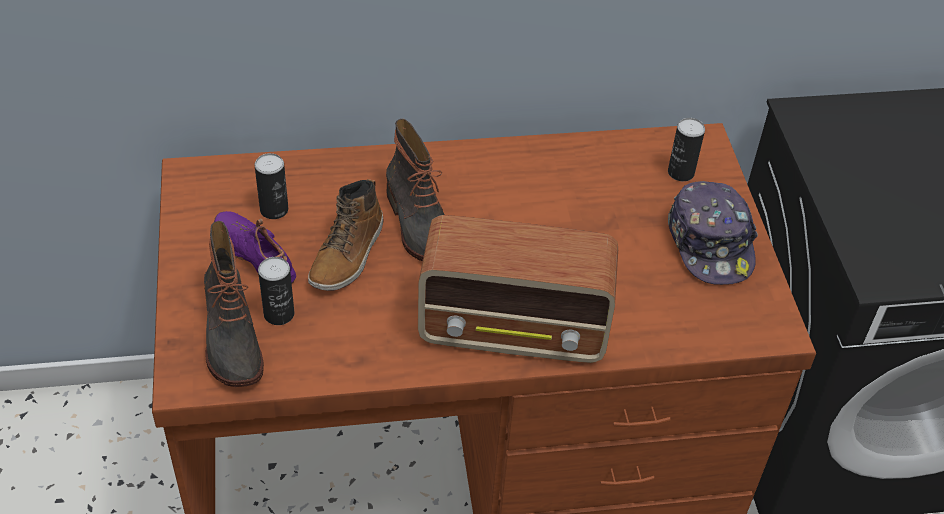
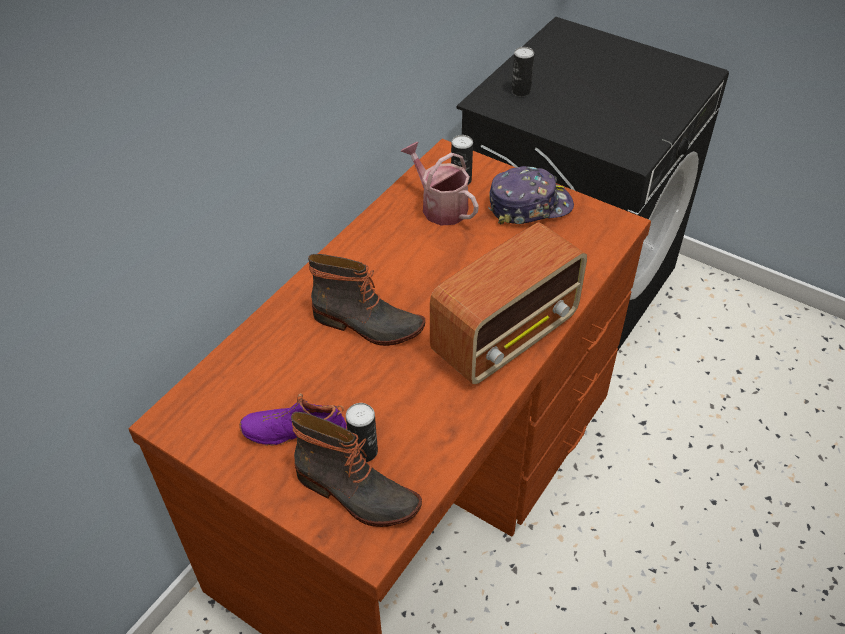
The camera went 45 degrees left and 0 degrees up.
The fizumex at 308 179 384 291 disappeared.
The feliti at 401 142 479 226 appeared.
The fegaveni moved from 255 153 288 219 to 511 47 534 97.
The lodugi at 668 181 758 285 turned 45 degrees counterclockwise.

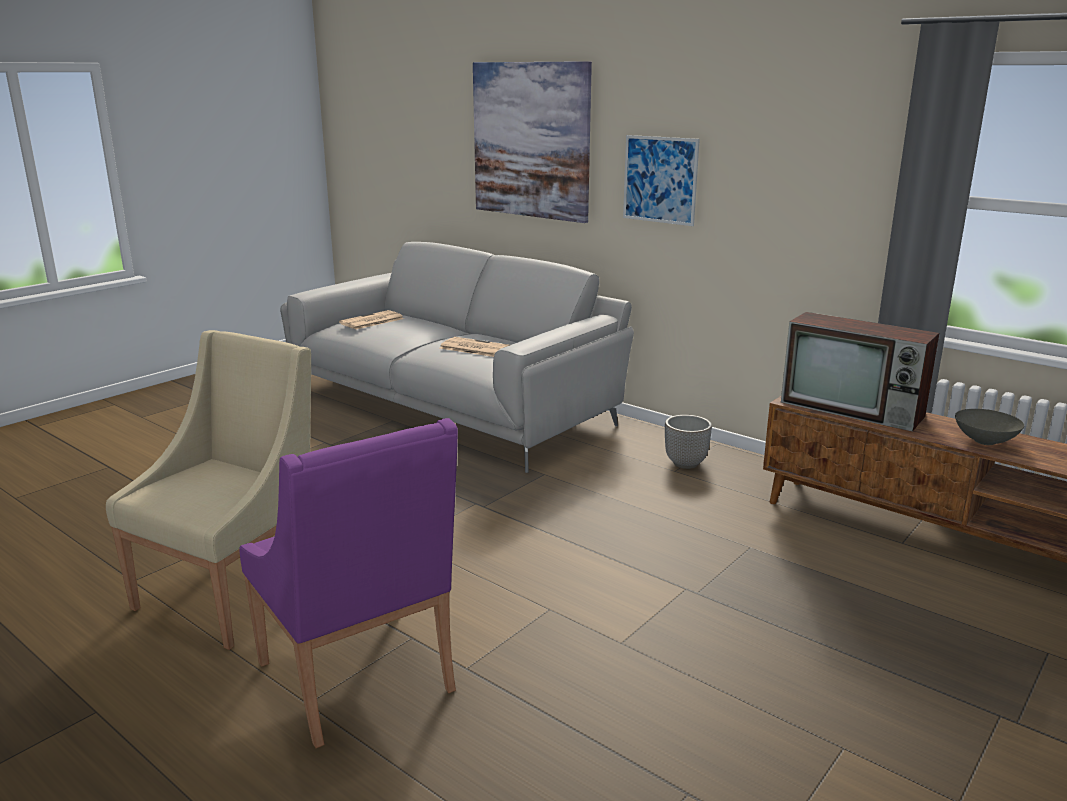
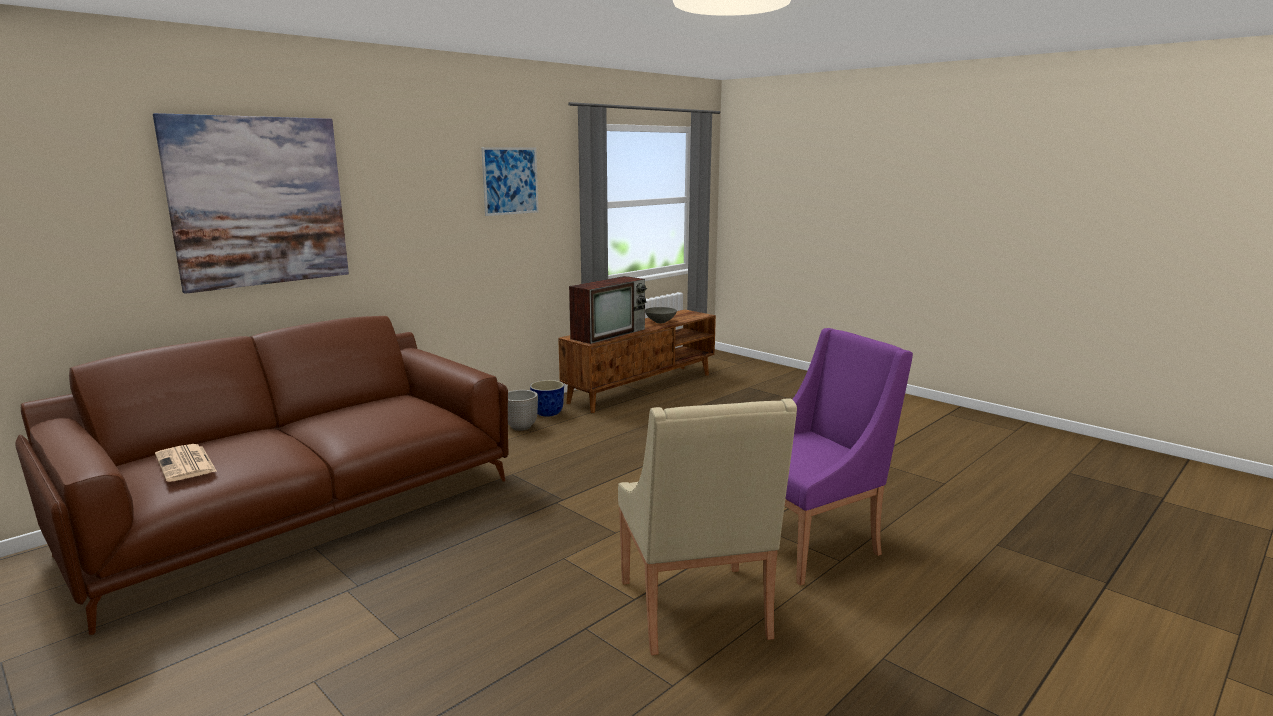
The camera went 85 degrees left and 5 degrees down.
The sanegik at 440 337 510 357 disappeared.
The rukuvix at 530 380 564 417 appeared.
The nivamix moved from 623 135 700 226 to 481 147 539 216.
The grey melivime at 280 242 634 473 became the brown melivime at 16 316 509 635.
The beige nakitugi at 106 330 311 650 turned 135 degrees counterclockwise.

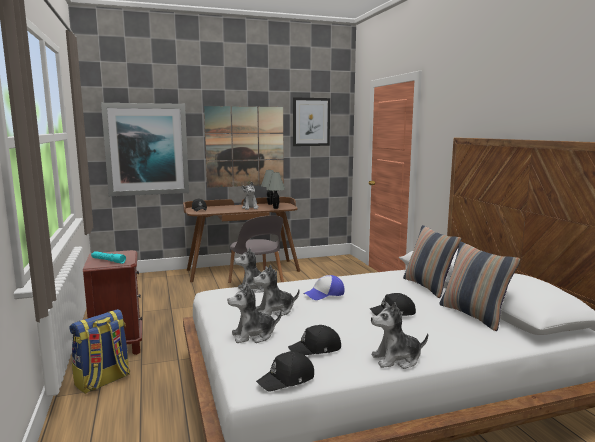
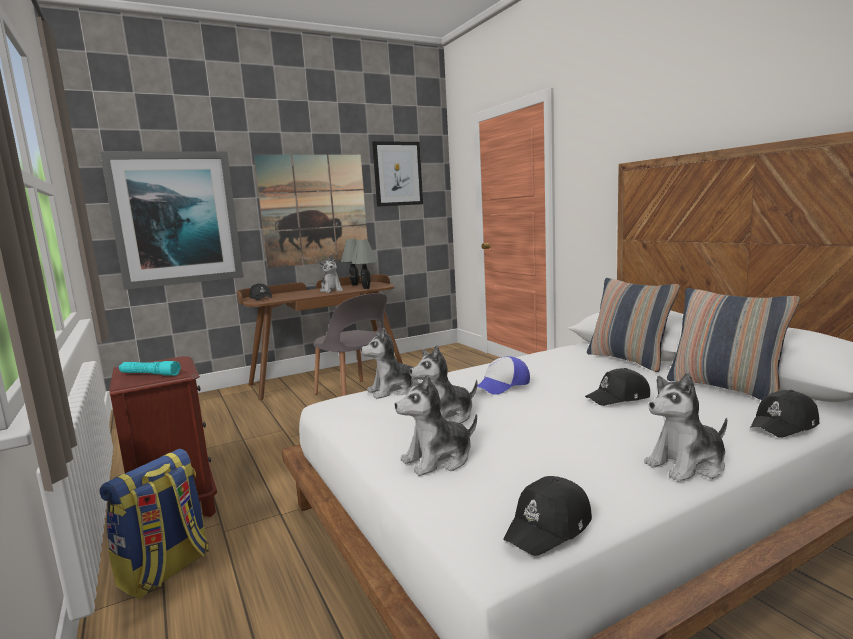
The camera went 10 degrees left and 0 degrees up.
The black lodugi moved from 288 325 341 355 to 750 390 819 438.

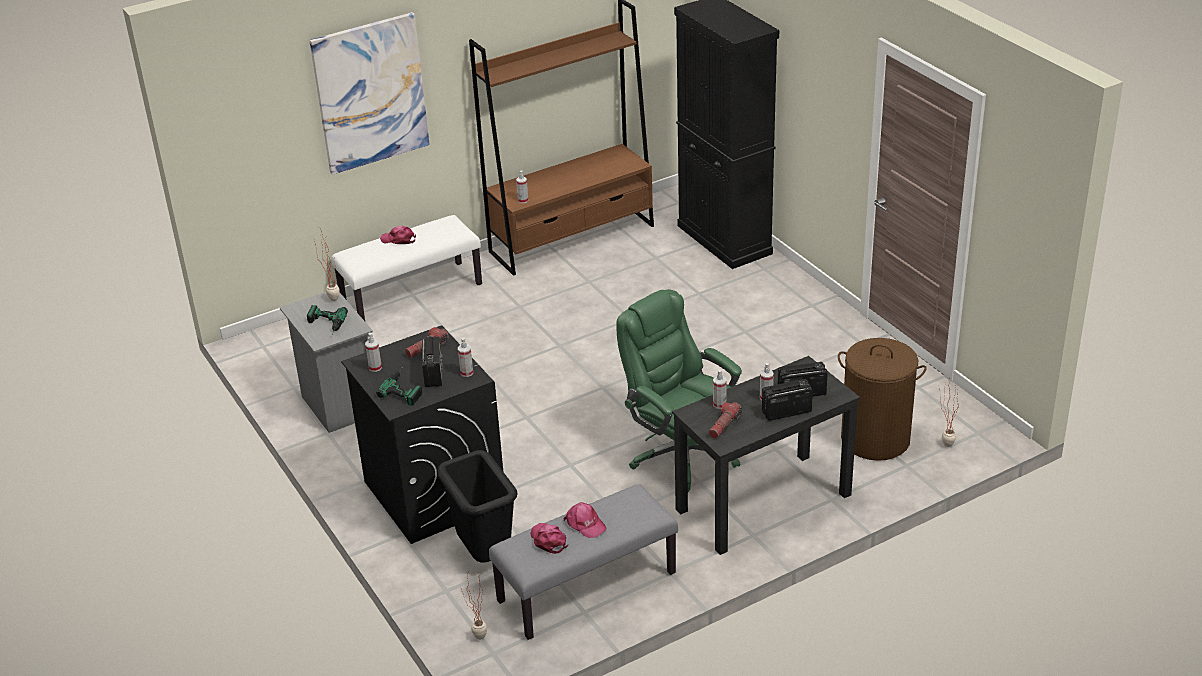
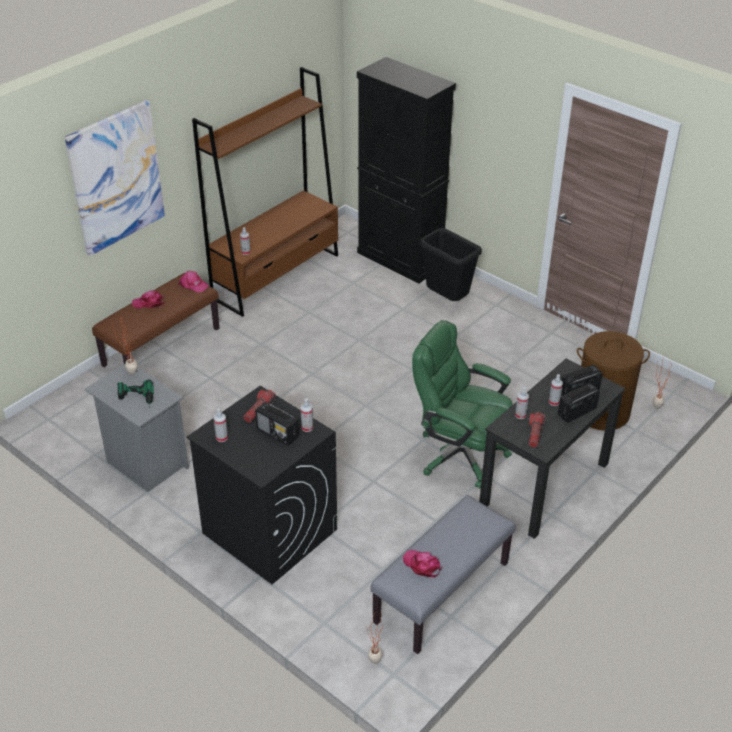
The camera went 20 degrees left and 5 degrees up.
The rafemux at 376 367 422 406 disappeared.
The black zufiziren moved from 437 450 518 563 to 420 228 482 301.
The pink lodugi moved from 563 502 607 538 to 178 271 209 293.
The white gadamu at 331 215 482 321 became the brown gadamu at 92 273 220 367.
The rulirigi at 422 336 443 387 turned 150 degrees clockwise.

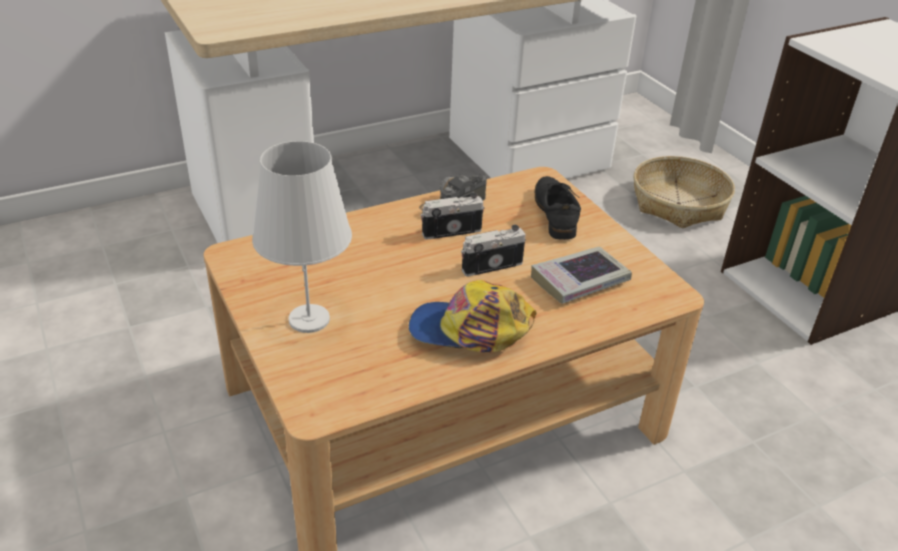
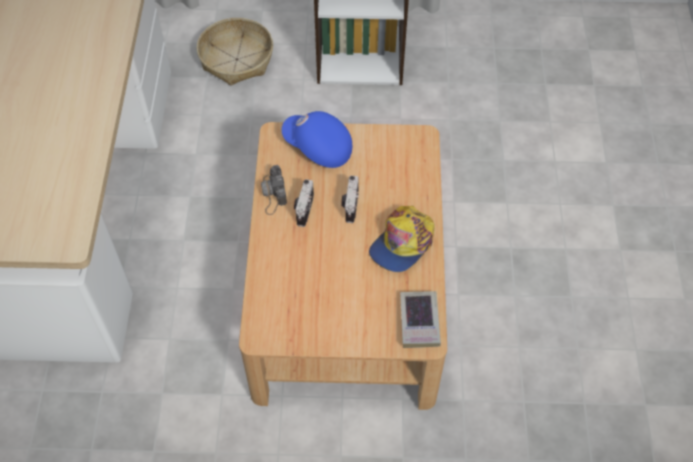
The camera went 60 degrees left and 20 degrees up.
The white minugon at 252 141 352 333 disappeared.
The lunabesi moved from 531 247 632 304 to 400 291 441 348.
The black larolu at 535 176 581 240 was replaced by the blue lodugi at 282 111 352 168.

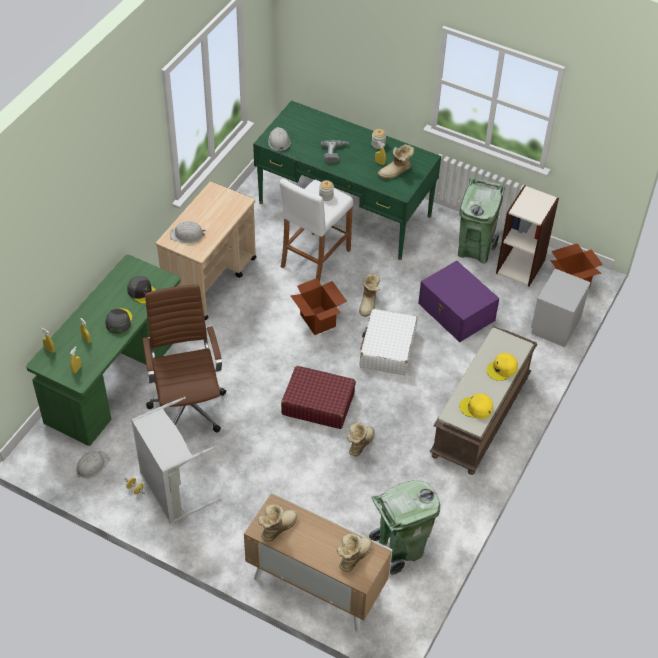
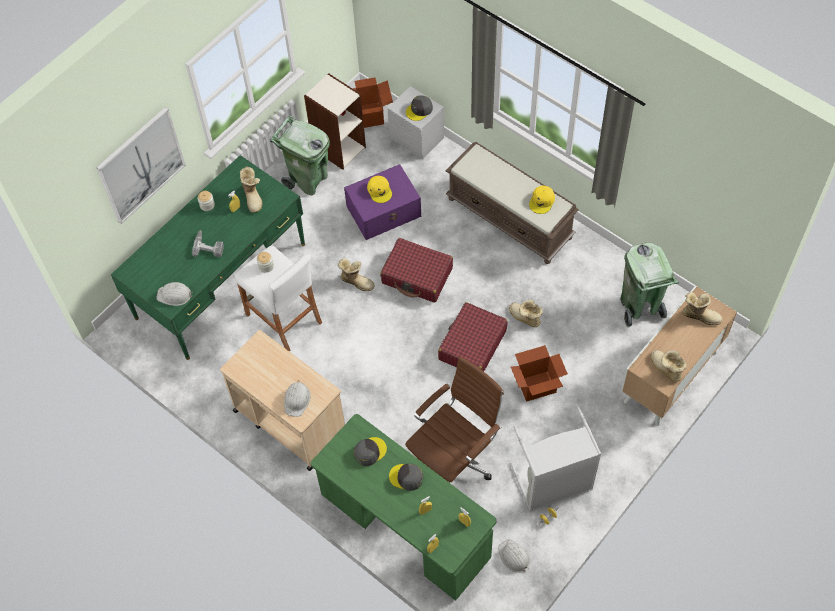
The camera went 75 degrees left and 10 degrees up.
The nivamix at 96 107 186 224 appeared.
The grey lodugi at 406 95 433 121 appeared.
The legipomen moved from 290 278 347 335 to 511 345 568 402.
The yellow lodugi moved from 486 353 518 381 to 367 176 392 203.
The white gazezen at 360 309 417 375 became the red gazezen at 380 238 453 303.
The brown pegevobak at 143 285 226 432 turned 135 degrees clockwise.
The fizumex at 337 534 373 572 turned 150 degrees clockwise.

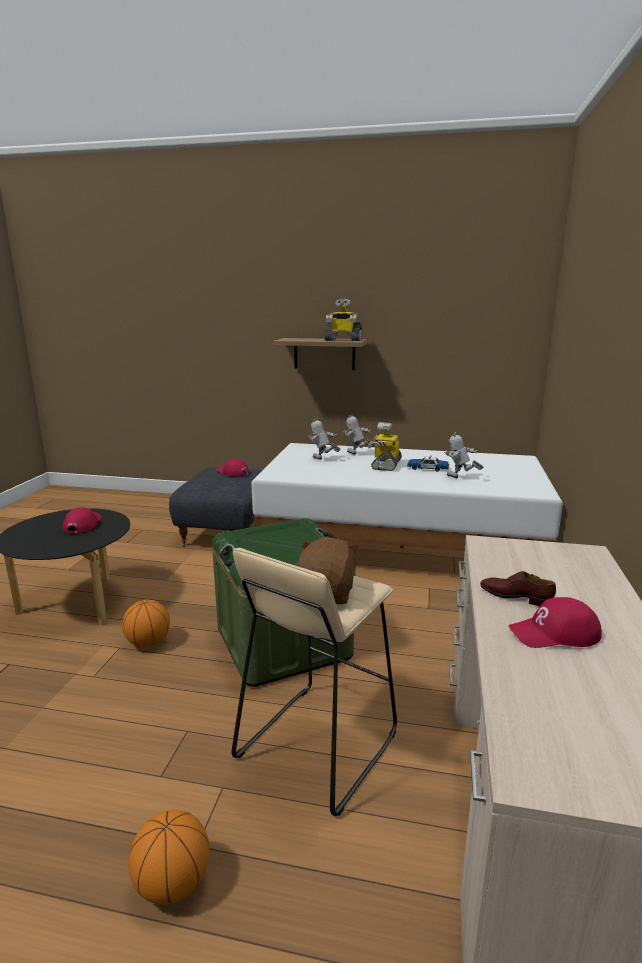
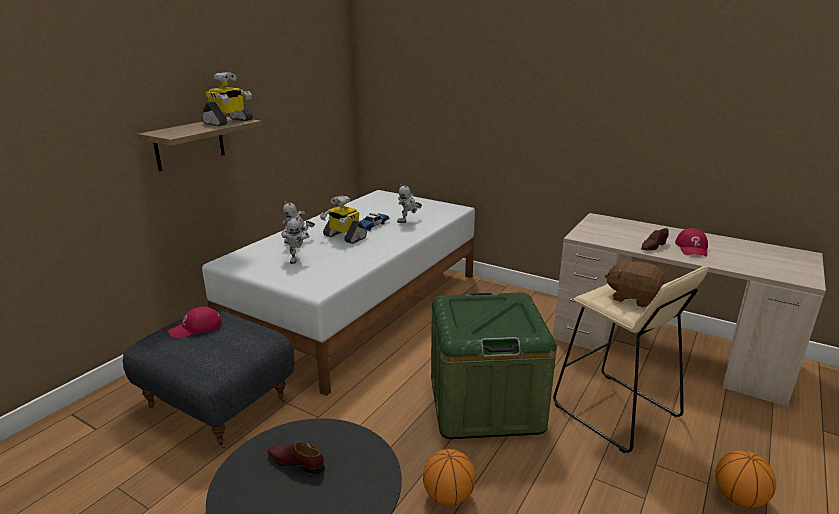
The camera went 70 degrees left and 5 degrees up.
The red lodugi at 63 507 102 533 was replaced by the brown larolu at 267 442 325 474.
The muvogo at 308 418 341 460 turned 60 degrees counterclockwise.

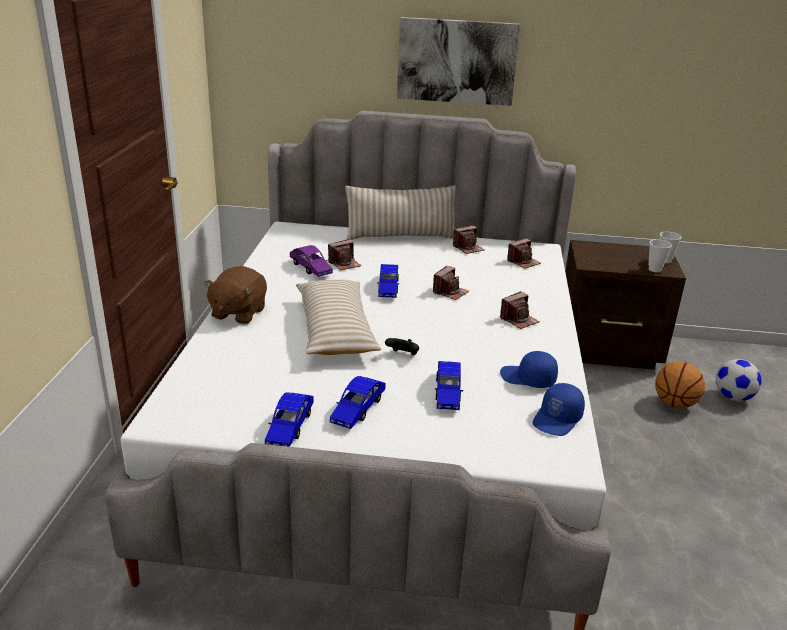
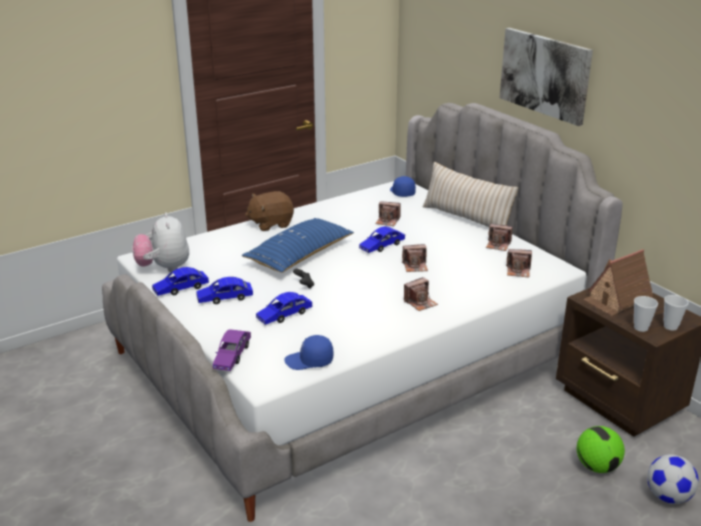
The camera went 50 degrees right and 0 degrees up.
The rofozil at 132 213 189 272 appeared.
The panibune at 583 249 653 316 appeared.
The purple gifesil moved from 290 245 333 277 to 213 329 251 371.
The blue lodugi moved from 500 351 558 388 to 390 176 416 197.
The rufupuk at 655 362 705 408 was replaced by the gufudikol at 577 426 625 473.
The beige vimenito at 296 280 381 355 became the blue vimenito at 242 218 354 273.
The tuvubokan at 500 291 539 329 turned 45 degrees counterclockwise.

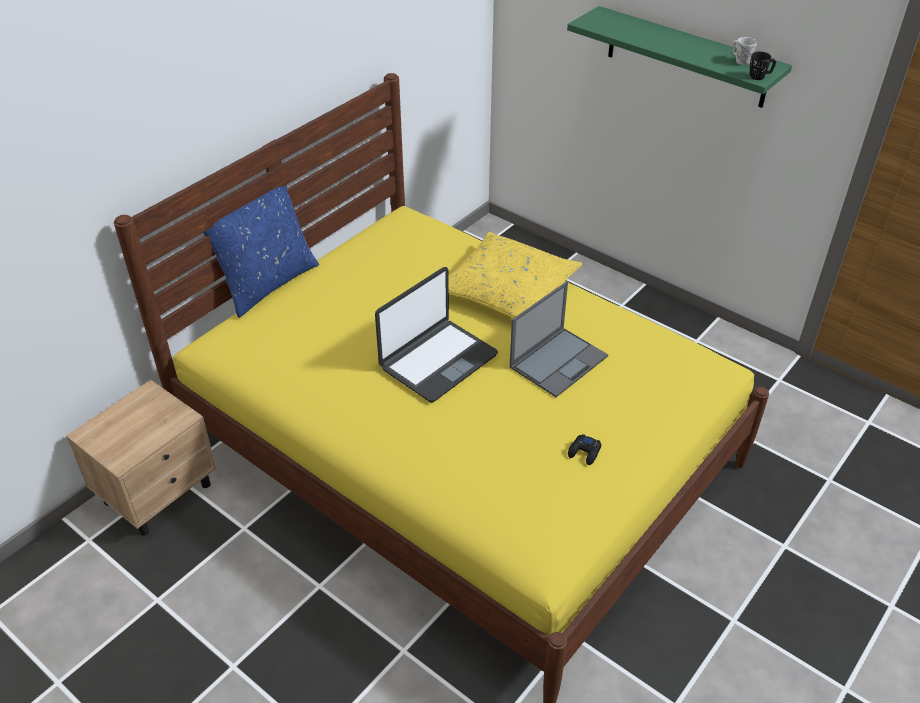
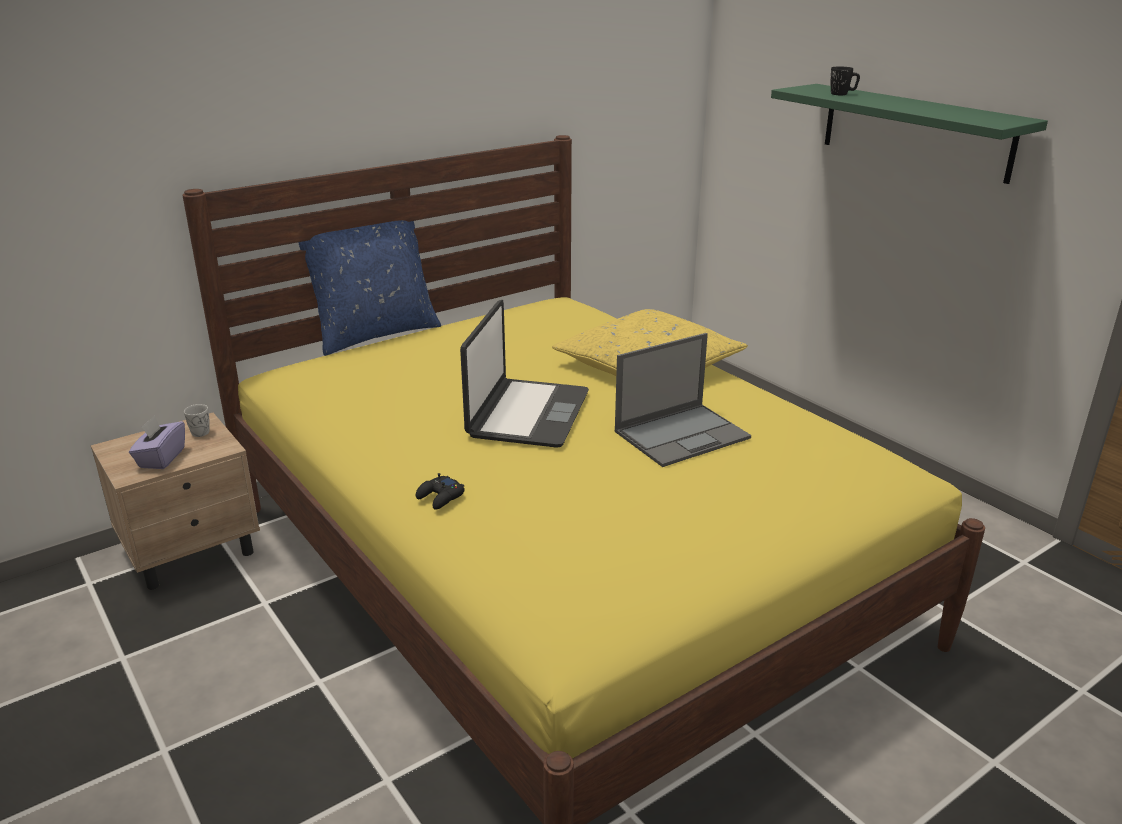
The camera went 15 degrees right and 15 degrees down.
The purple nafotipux at 129 415 185 469 appeared.
The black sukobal moved from 568 434 601 465 to 416 473 465 510.
The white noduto moved from 732 37 757 65 to 184 404 210 437.
The black noduto moved from 750 51 776 80 to 830 66 860 95.
The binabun at 375 267 498 402 turned 45 degrees counterclockwise.

